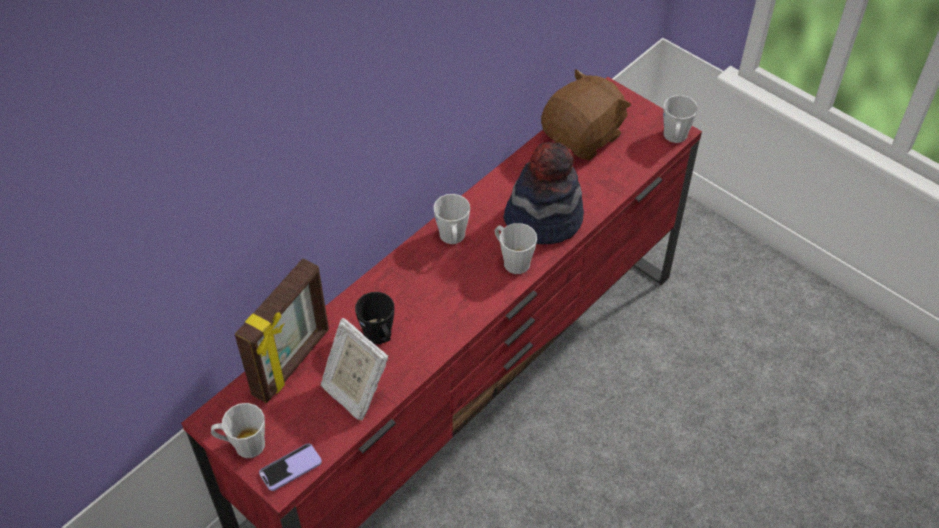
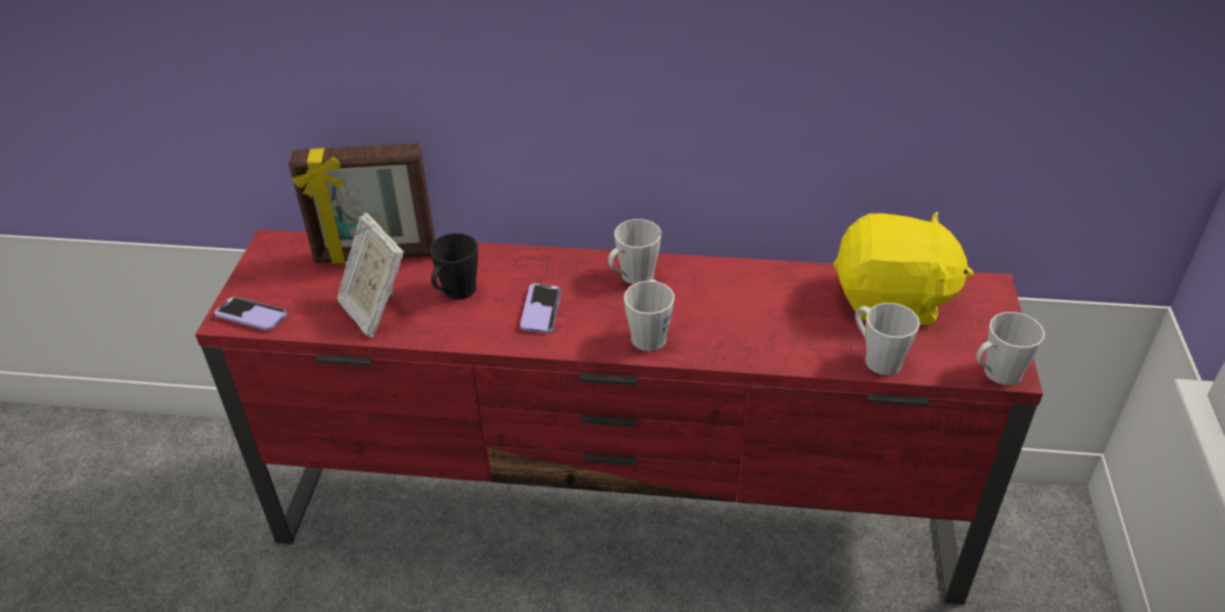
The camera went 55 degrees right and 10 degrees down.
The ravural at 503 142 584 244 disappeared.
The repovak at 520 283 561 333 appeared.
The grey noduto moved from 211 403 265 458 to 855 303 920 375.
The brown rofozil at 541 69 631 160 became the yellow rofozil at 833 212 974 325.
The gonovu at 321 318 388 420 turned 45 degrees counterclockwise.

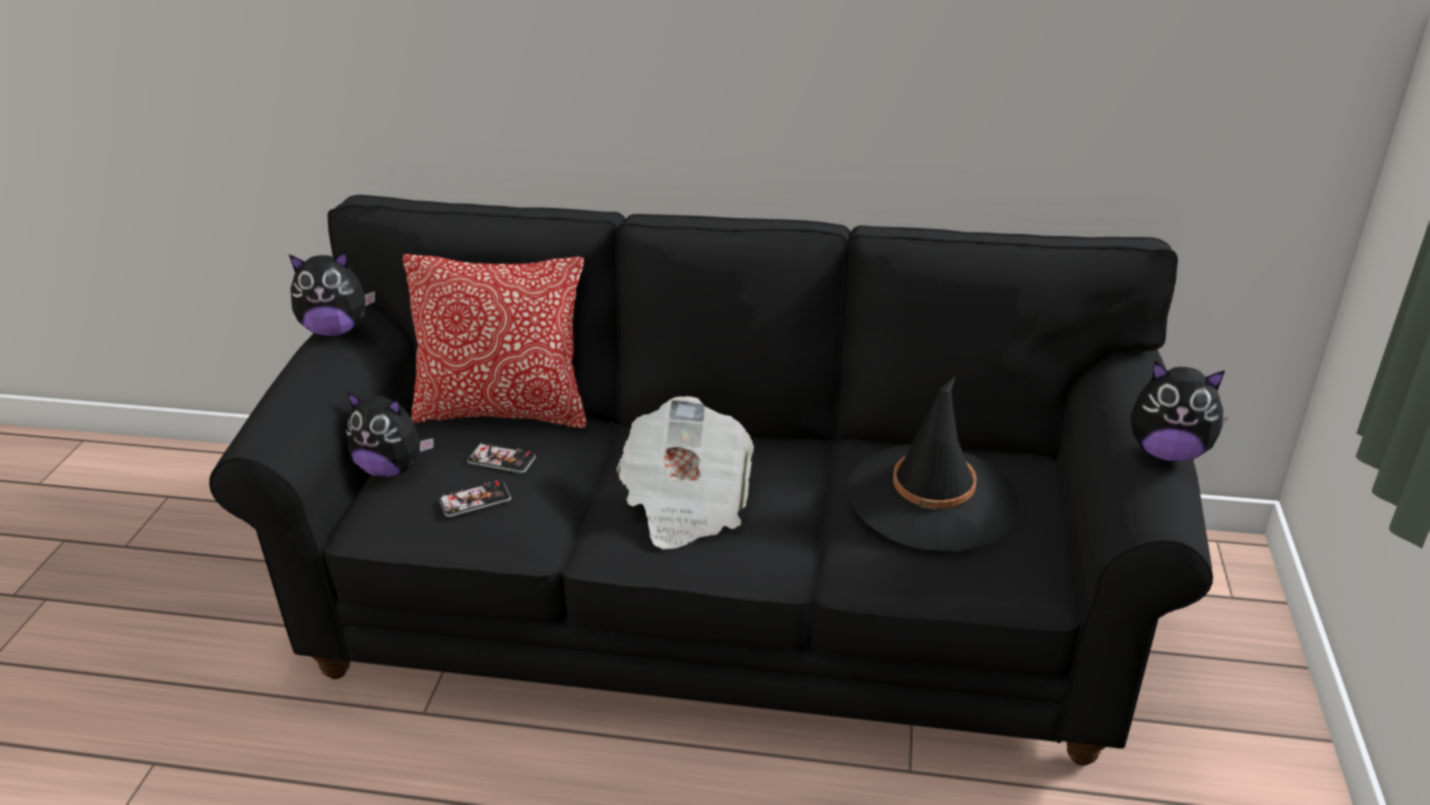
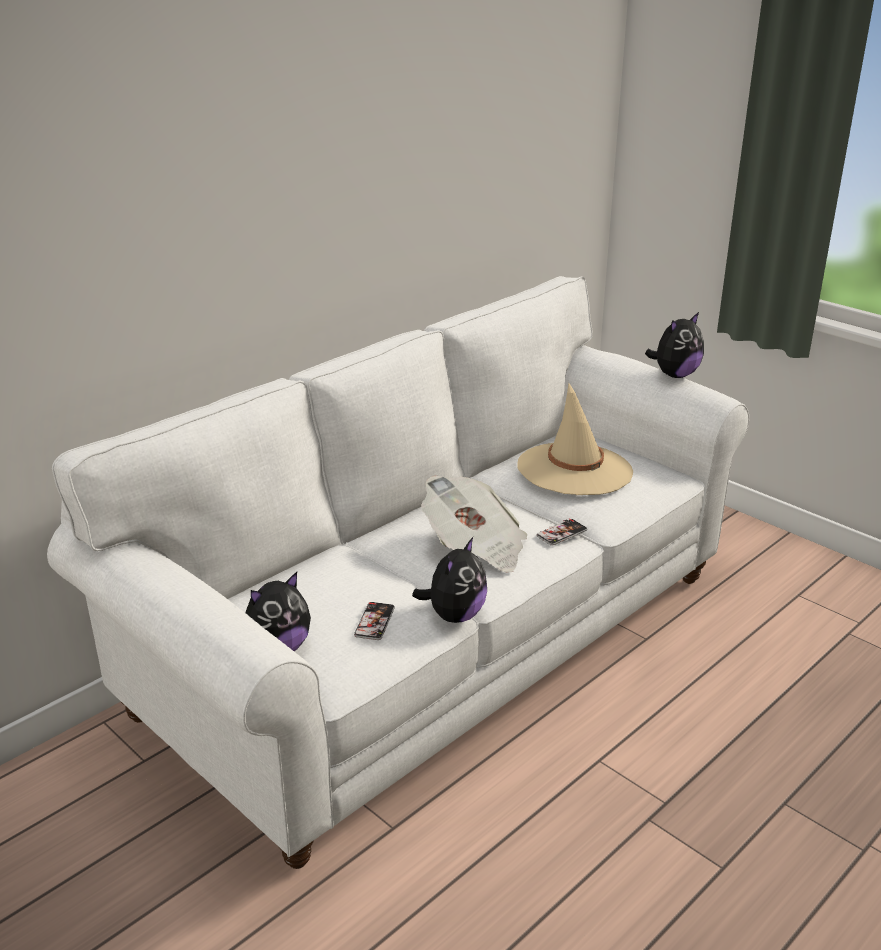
The camera went 55 degrees left and 5 degrees down.
The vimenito at 403 254 587 428 disappeared.
The rofozil moved from 289 251 375 337 to 412 537 487 623.
The repovak moved from 467 443 536 473 to 537 518 587 546.
The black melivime at 209 195 1213 766 became the white melivime at 47 276 749 869.
The black ravural at 847 376 1020 553 became the beige ravural at 517 383 633 495.

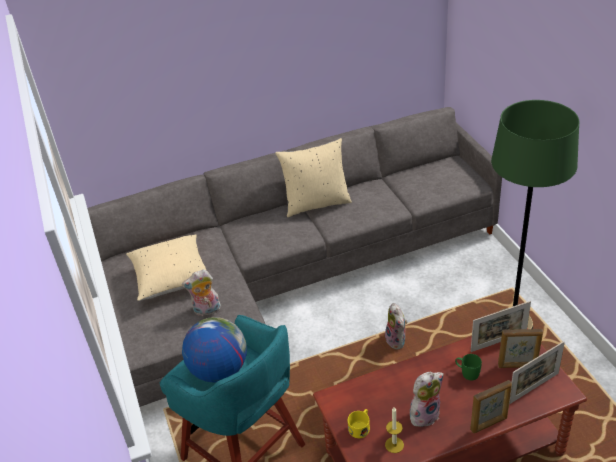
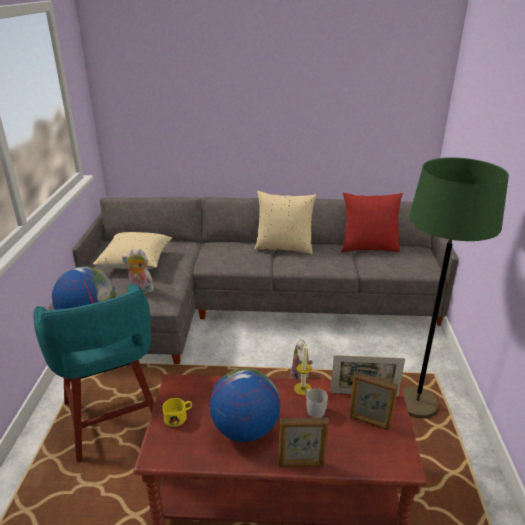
The camera went 20 degrees right and 10 degrees down.
The gonovu at 509 341 565 404 disappeared.
The red vimenito at 341 193 403 252 appeared.
The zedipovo moved from 385 408 404 453 to 294 343 312 396.
The rofozil at 410 372 444 427 was replaced by the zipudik at 210 368 281 442.
The green noduto at 455 354 482 380 became the white noduto at 305 388 328 418.

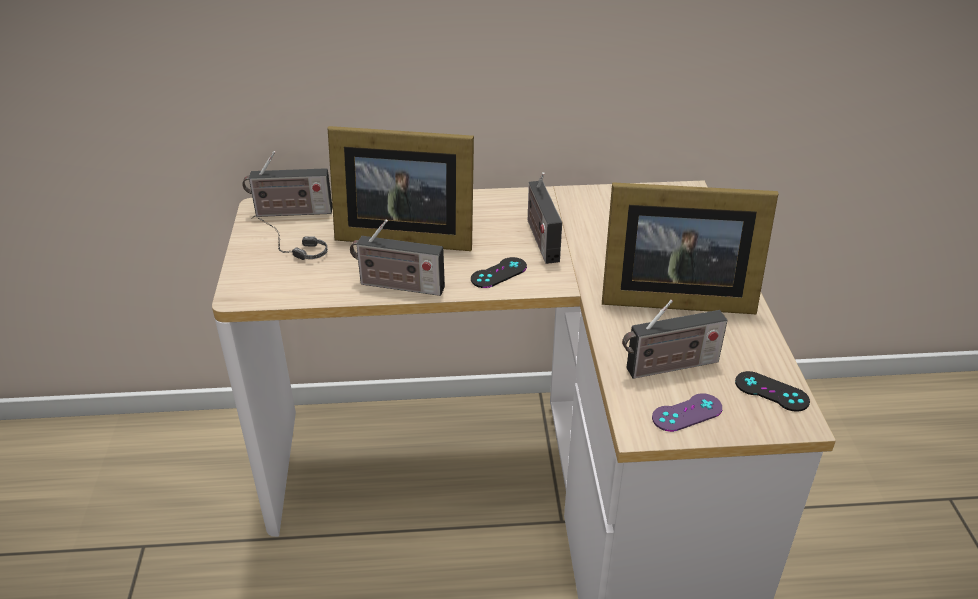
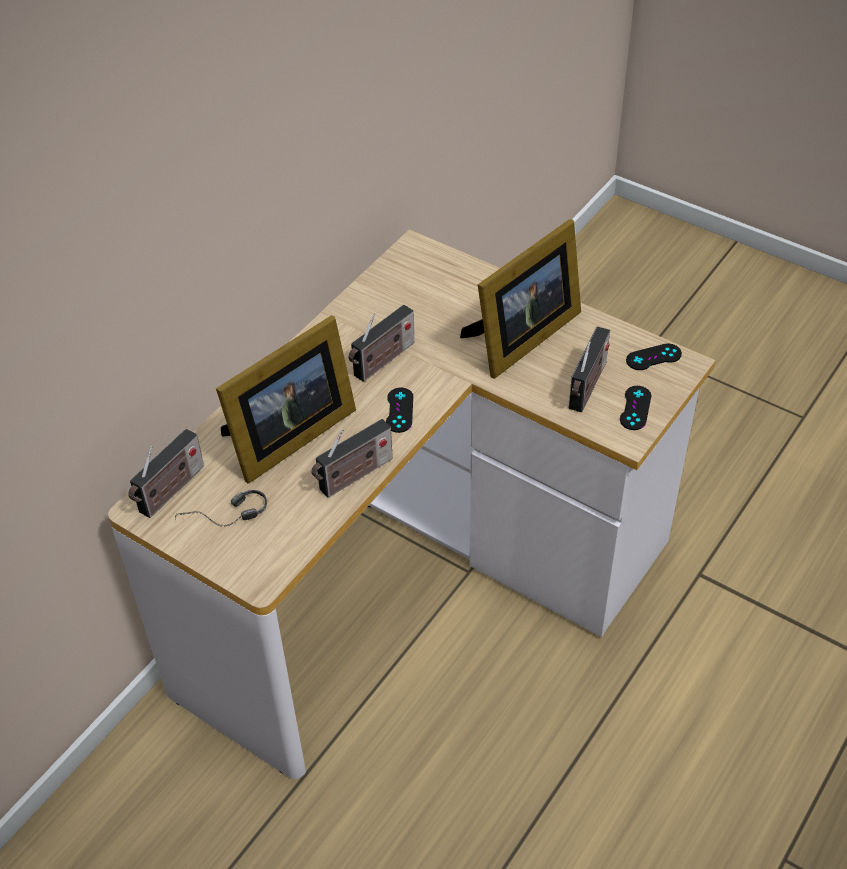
The camera went 50 degrees left and 10 degrees up.
The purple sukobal at 652 393 722 432 became the black sukobal at 620 386 651 430.
The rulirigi at 528 172 562 264 turned 75 degrees counterclockwise.

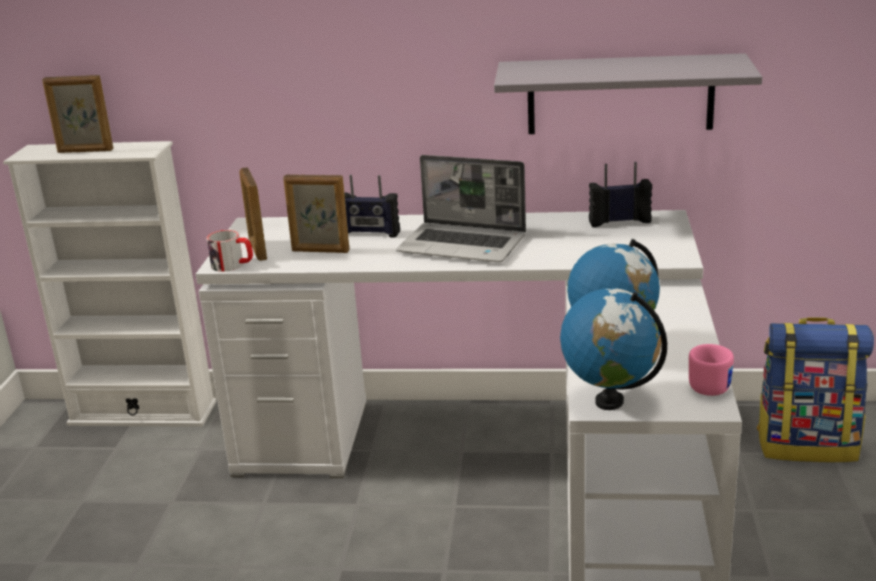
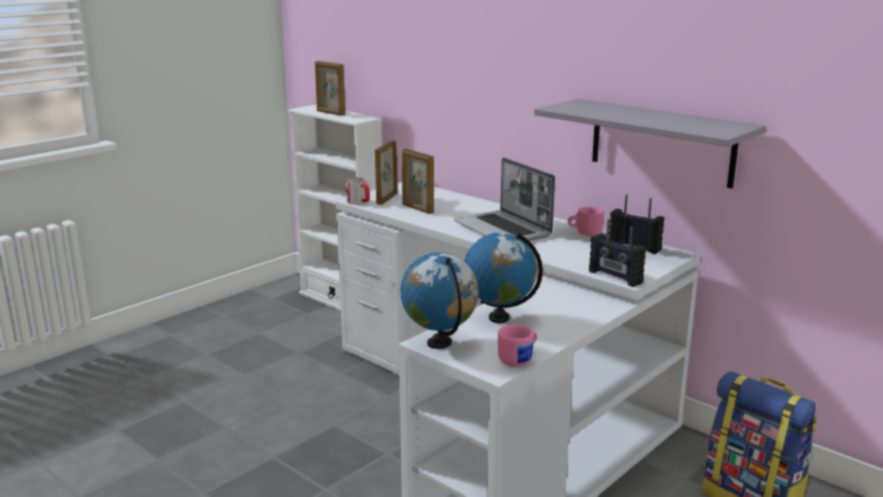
The camera went 35 degrees right and 5 degrees down.
The pink noduto at 568 207 604 236 appeared.
The rulirigi moved from 344 175 400 238 to 589 219 646 287.

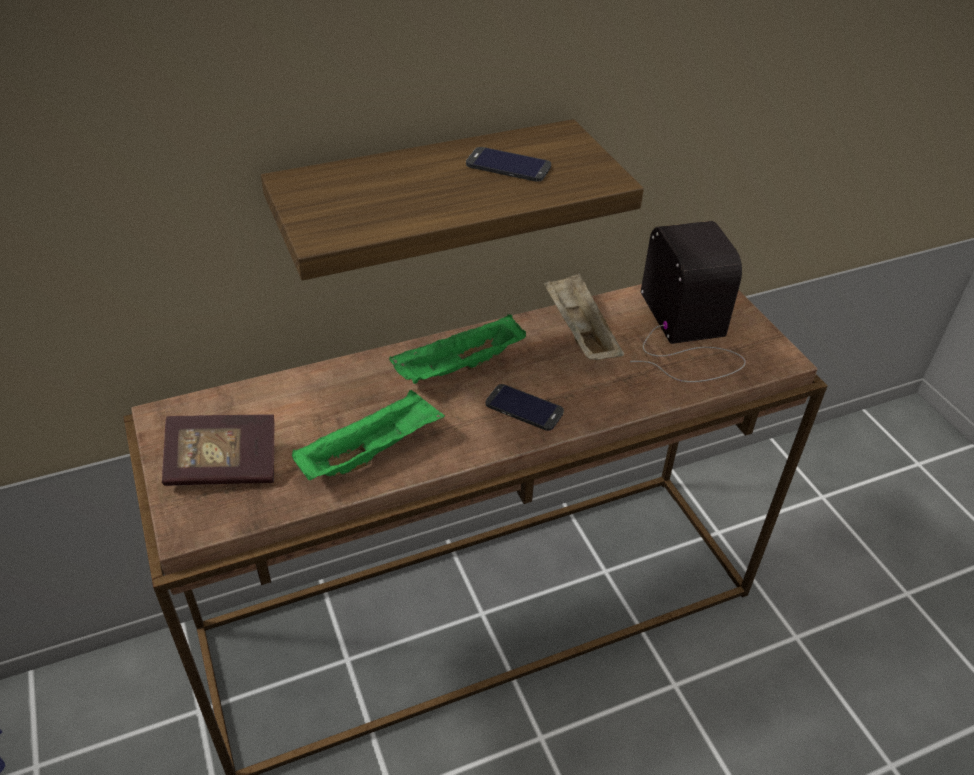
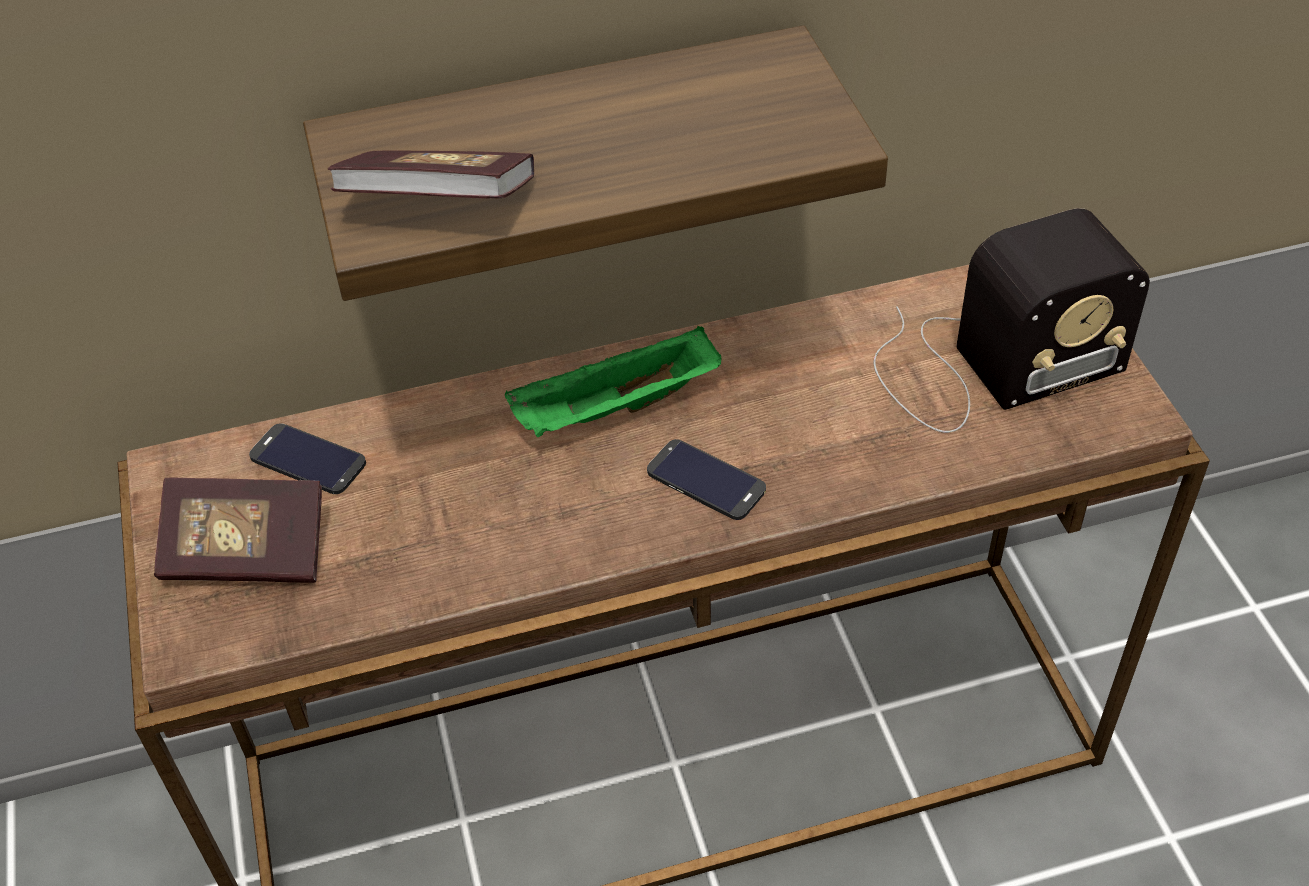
The camera went 10 degrees right and 5 degrees up.
The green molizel at 292 390 445 480 disappeared.
The beige molizel at 544 273 624 360 disappeared.
The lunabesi at 328 150 534 199 appeared.
The repovak moved from 466 147 551 182 to 249 423 366 494.
The rulirigi at 630 221 746 382 turned 75 degrees clockwise.

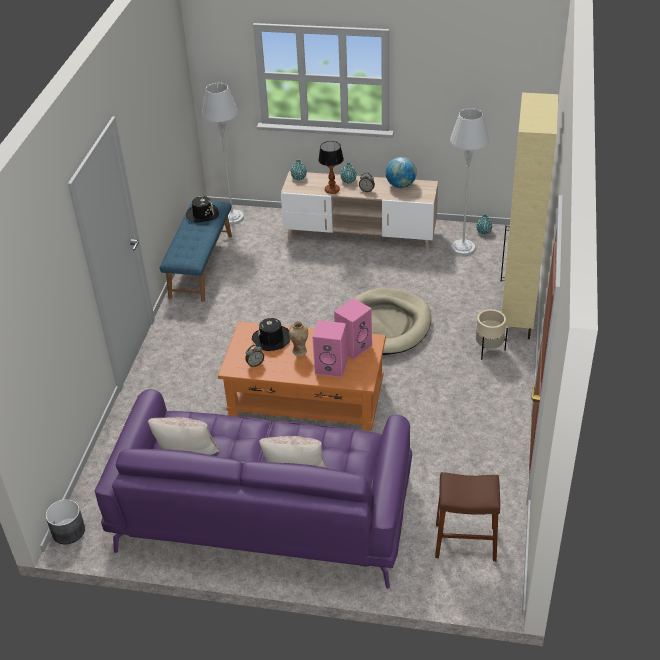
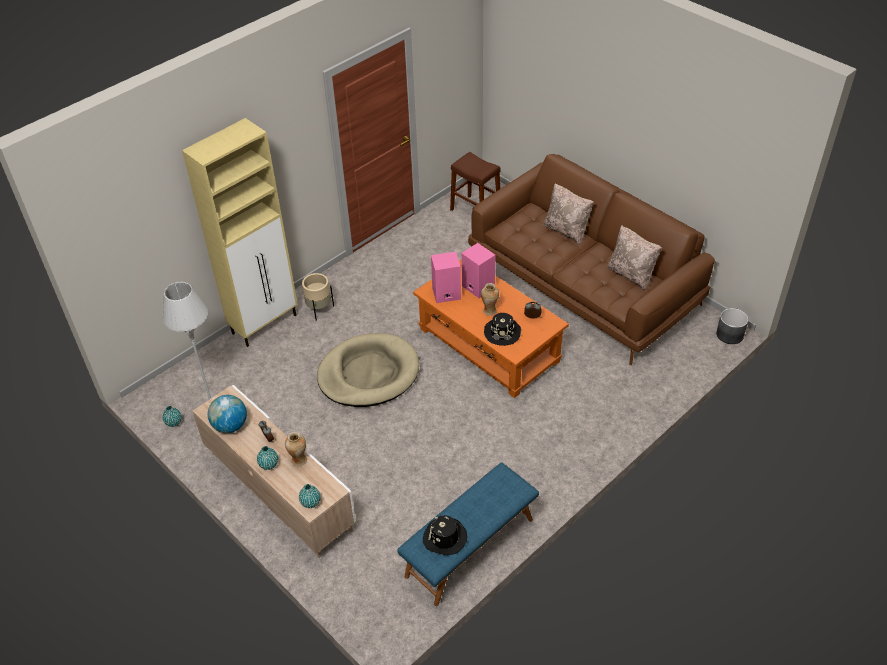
The camera went 145 degrees left and 5 degrees up.
The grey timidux at 201 83 244 224 disappeared.
The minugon at 318 141 344 194 was replaced by the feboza at 285 432 307 467.
The purple melivime at 94 389 412 589 became the brown melivime at 468 154 715 365.

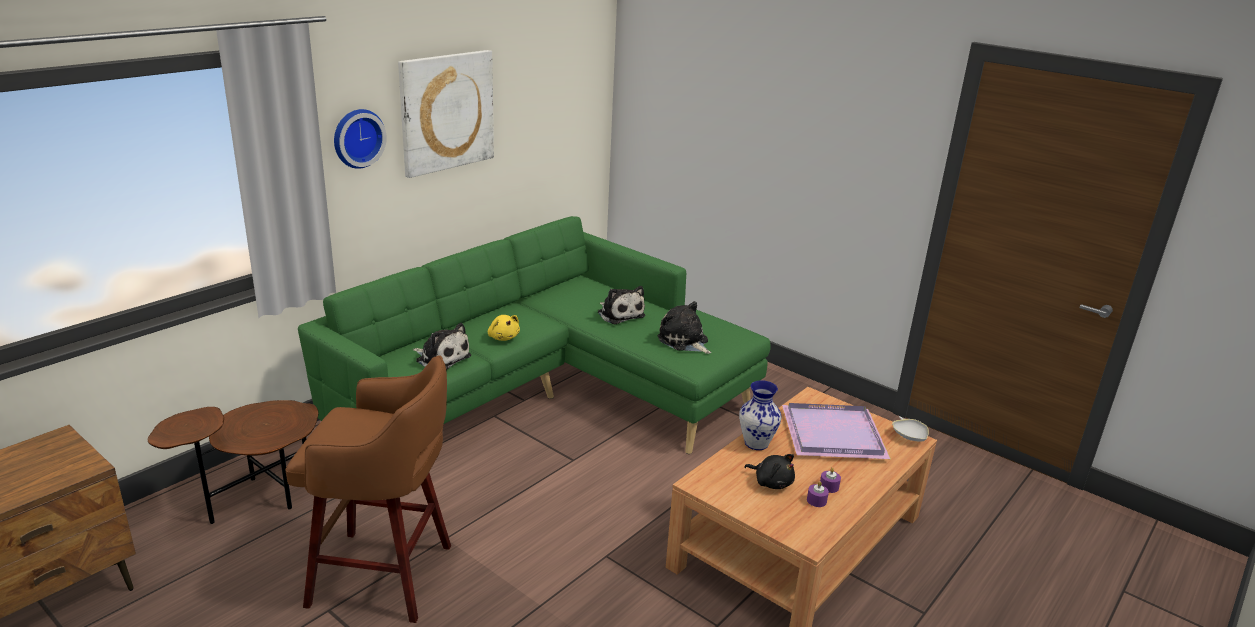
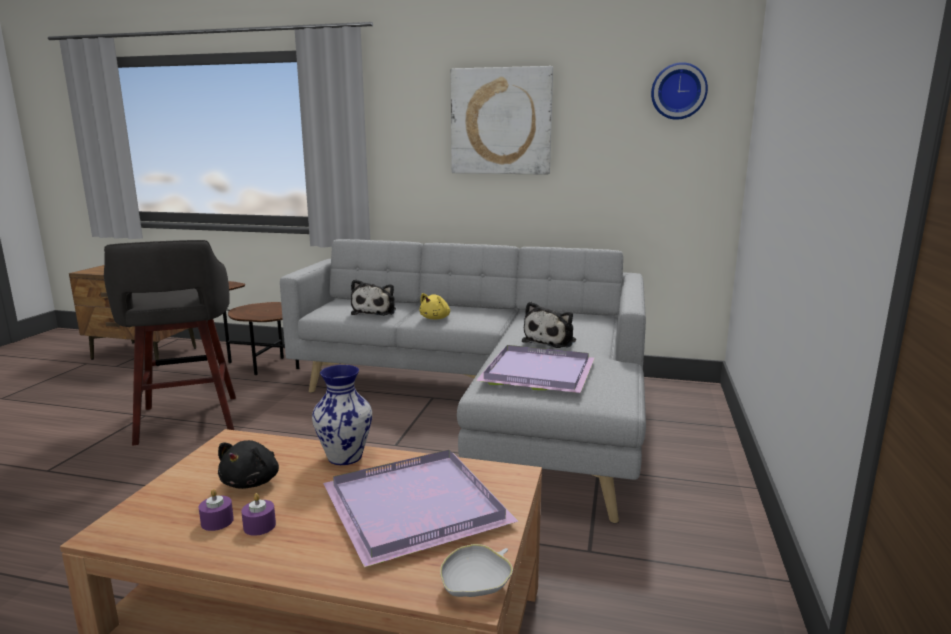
The camera went 65 degrees right and 10 degrees down.
The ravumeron moved from 334 109 387 169 to 651 62 708 120.
The rofozil at 658 301 711 354 was replaced by the purple molizel at 476 345 595 393.
The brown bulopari at 286 355 451 623 became the grey bulopari at 104 240 236 446.
The green melivime at 298 216 771 454 became the grey melivime at 280 239 646 524.

